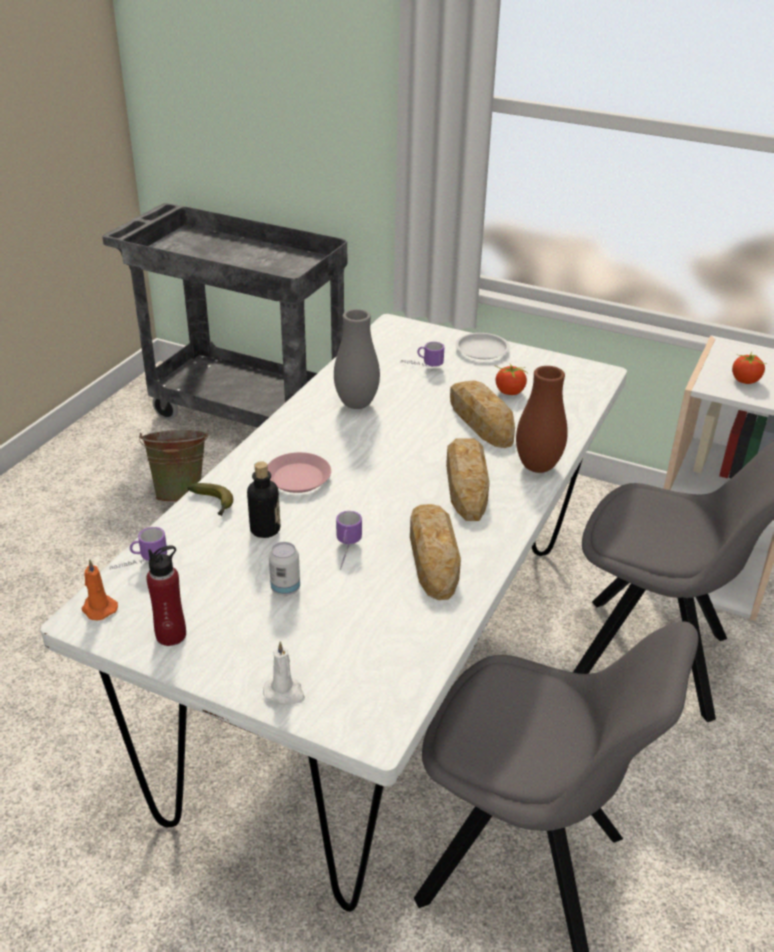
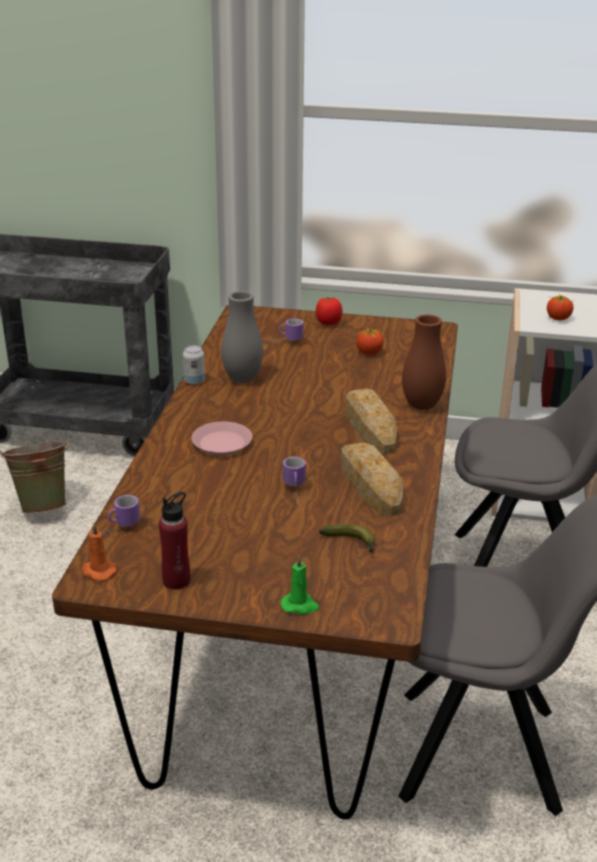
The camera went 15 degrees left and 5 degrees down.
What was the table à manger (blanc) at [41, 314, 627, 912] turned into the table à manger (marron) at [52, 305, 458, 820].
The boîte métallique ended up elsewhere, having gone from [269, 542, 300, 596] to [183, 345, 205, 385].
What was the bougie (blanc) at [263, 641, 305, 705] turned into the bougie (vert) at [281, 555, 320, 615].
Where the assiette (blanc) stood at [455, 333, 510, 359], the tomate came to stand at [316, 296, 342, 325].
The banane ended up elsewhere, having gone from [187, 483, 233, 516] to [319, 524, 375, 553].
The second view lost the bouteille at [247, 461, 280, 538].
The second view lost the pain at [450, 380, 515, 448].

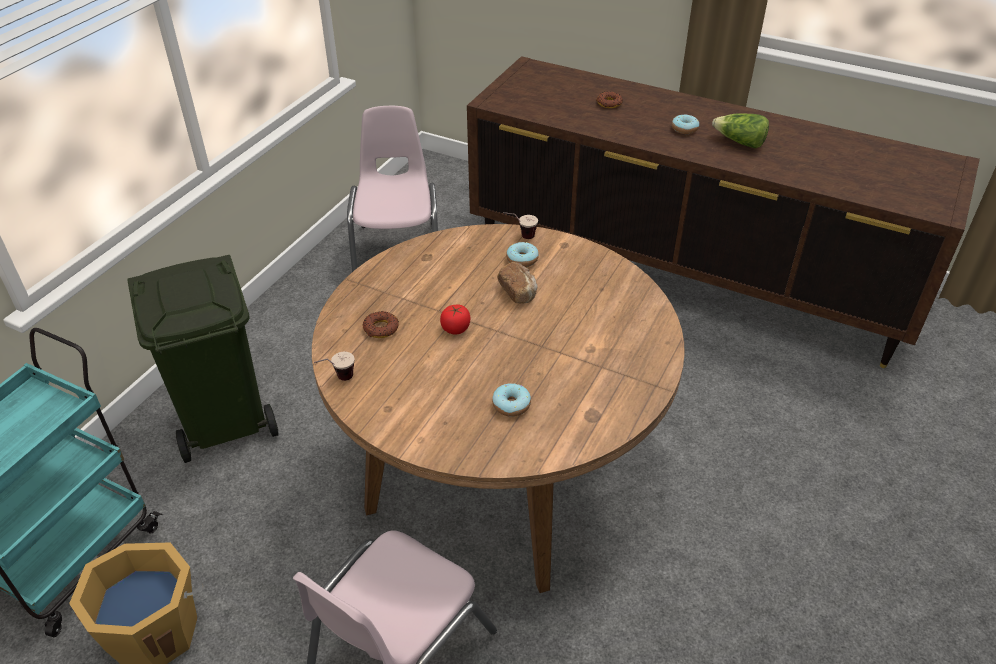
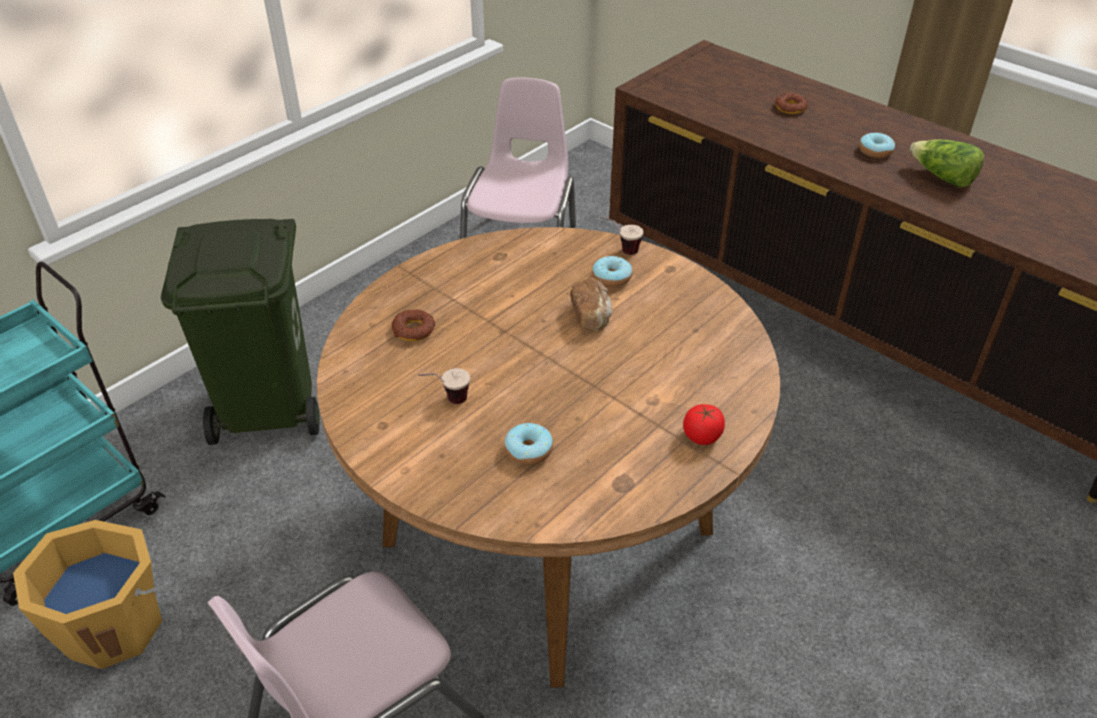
The camera went 15 degrees right and 0 degrees up.
The tasse ended up elsewhere, having gone from [314, 352, 355, 381] to [418, 368, 470, 404].
The tomate ended up elsewhere, having gone from [440, 305, 471, 335] to [683, 404, 725, 445].

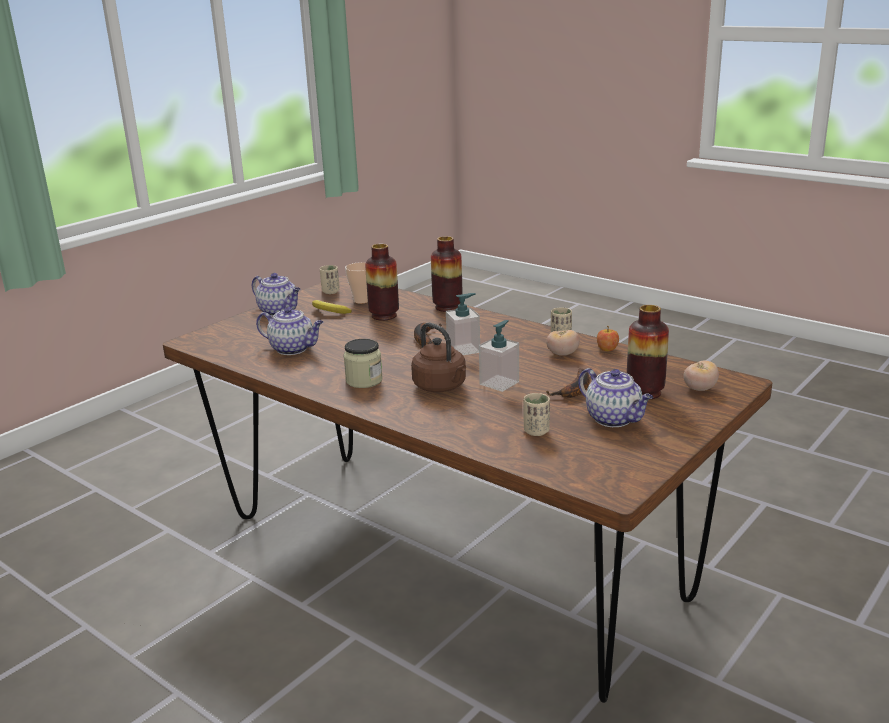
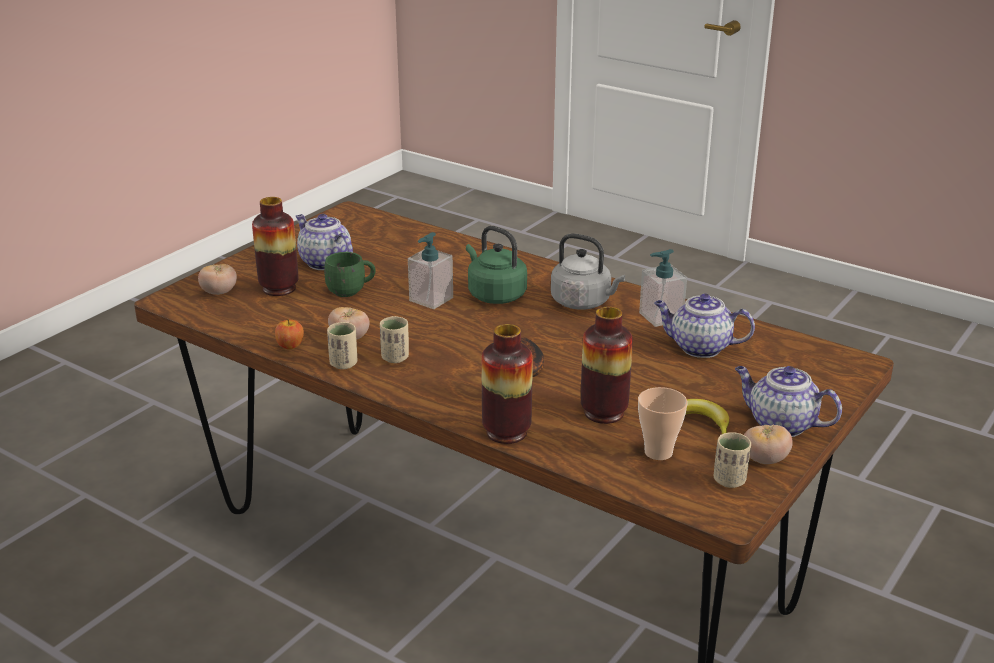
The camera went 175 degrees right and 5 degrees up.
Where the banane stood at [546, 368, 590, 398], the mug (vert) came to stand at [324, 252, 375, 297].
The tasse (beige) ended up elsewhere, having gone from [523, 393, 550, 436] to [380, 316, 409, 363].
What was the bouilloire (marron) at [411, 322, 466, 392] turned into the bouilloire (vert) at [466, 226, 527, 304].
Where the bocal stood at [343, 339, 383, 388], the bouilloire (gris) came to stand at [551, 233, 625, 310].
The distributeur de savon ended up elsewhere, having gone from [446, 293, 480, 355] to [639, 249, 687, 327].
The second view gained the tomate at [744, 424, 793, 464].

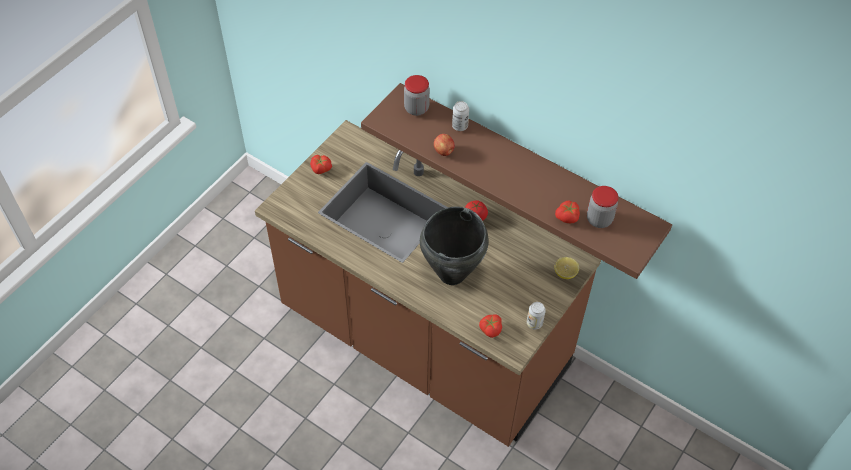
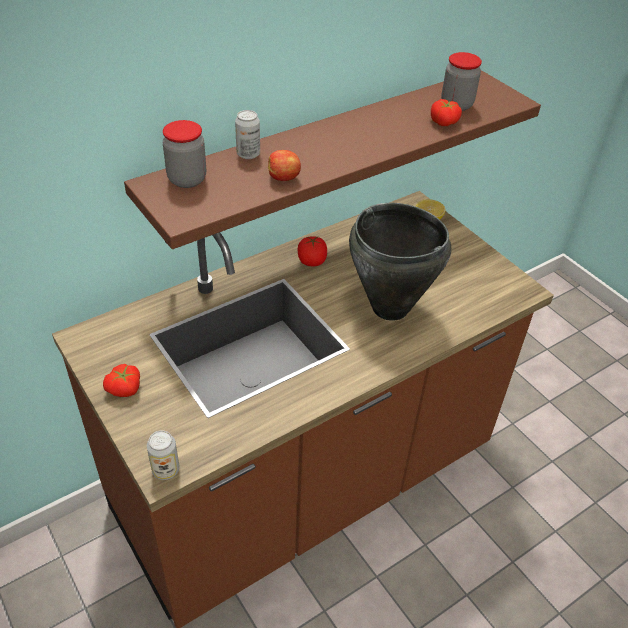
The camera went 70 degrees left and 10 degrees down.
The boîte métallique ended up elsewhere, having gone from [527, 302, 546, 330] to [147, 431, 180, 480].
The second view lost the tomate at [479, 314, 502, 338].

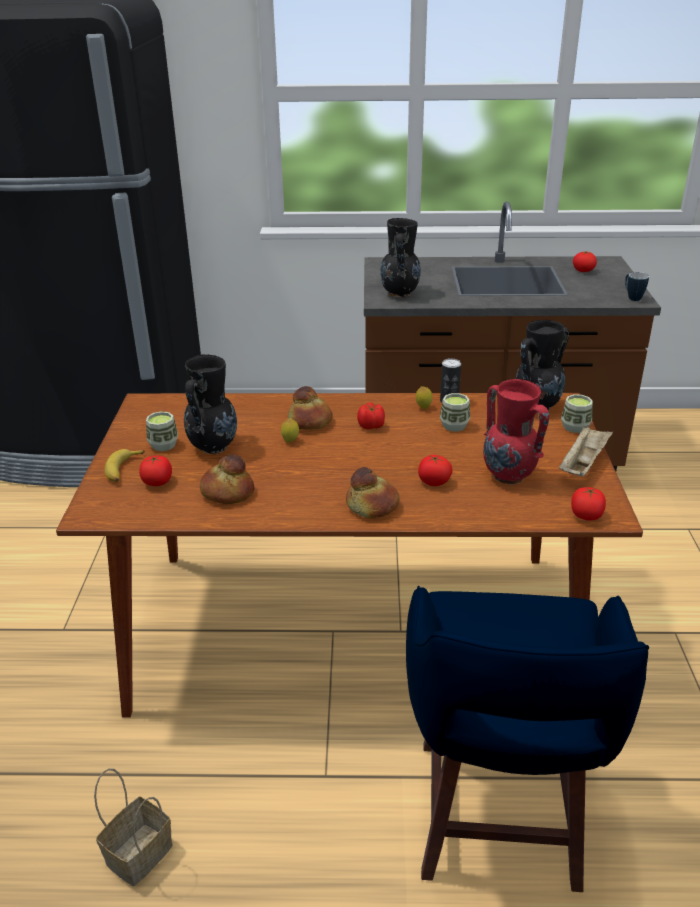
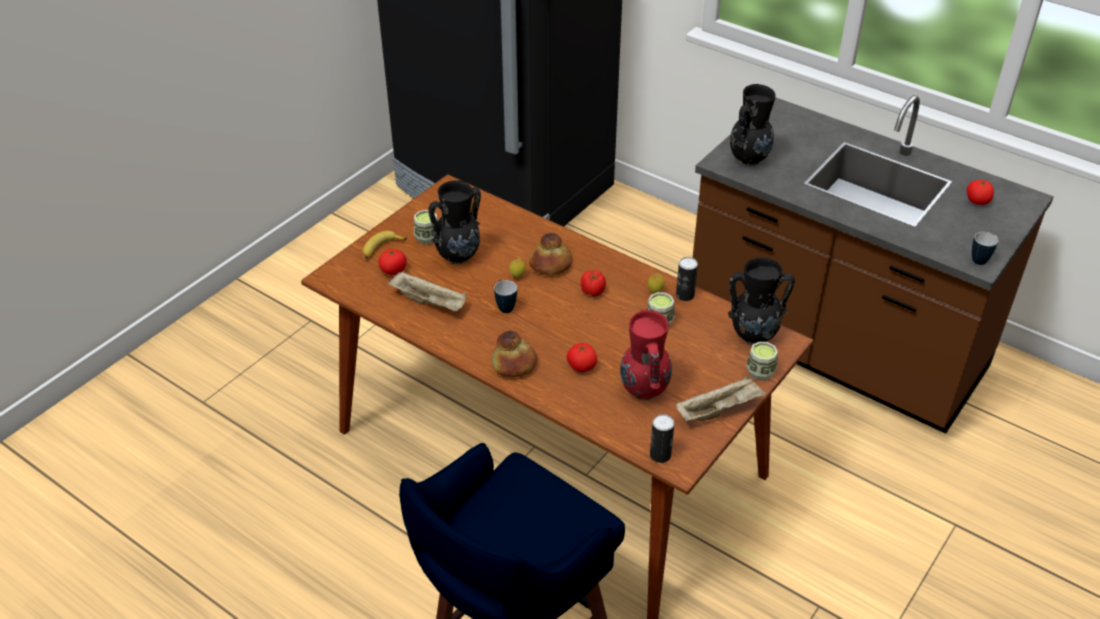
The camera went 35 degrees right and 10 degrees up.
Where the pain stood at [200, 455, 254, 504], the plateau (beige) came to stand at [388, 271, 467, 312].
The second view gained the mug at [494, 280, 517, 313].
Where the tomate stood at [571, 487, 606, 521], the boîte métallique came to stand at [650, 414, 675, 463].
The second view lost the panier at [94, 769, 173, 886].

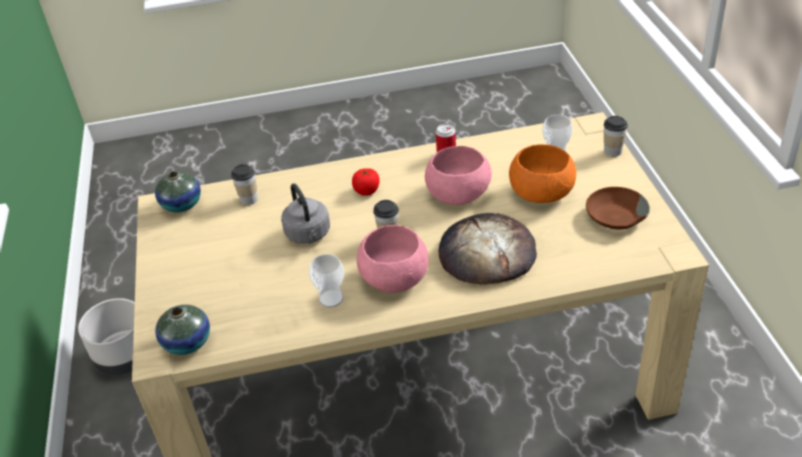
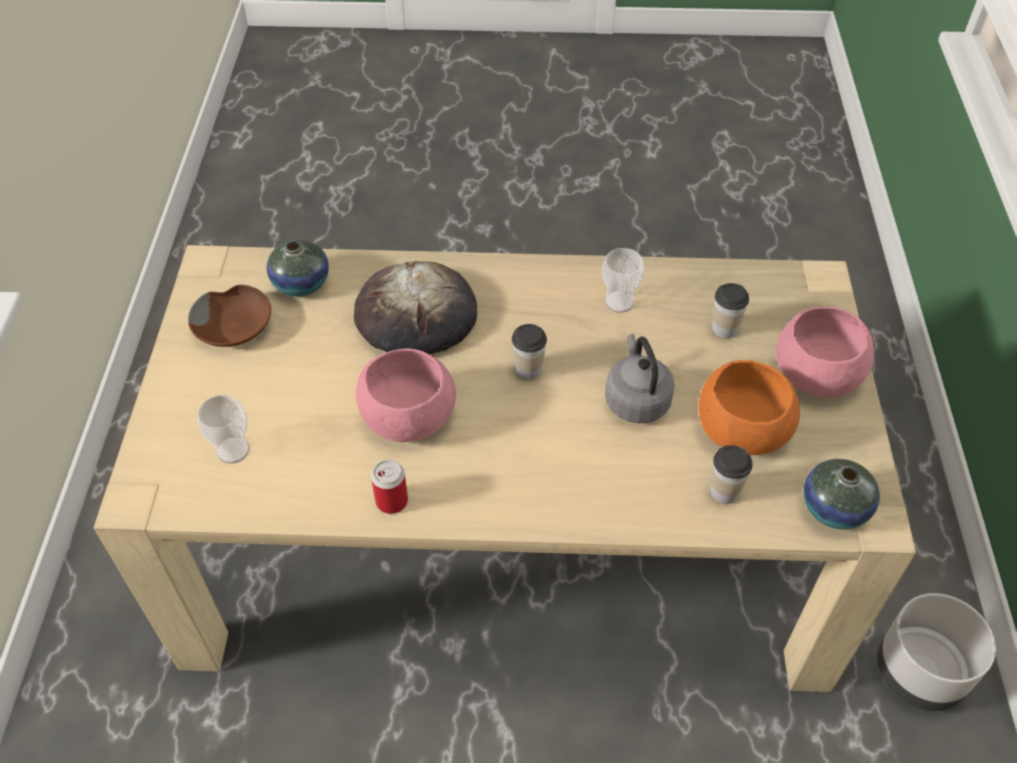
The camera went 170 degrees left and 10 degrees up.
The vase ended up elsewhere, having gone from [155, 305, 210, 355] to [267, 239, 329, 297].
The bol (orange) ended up elsewhere, having gone from [509, 144, 576, 203] to [699, 360, 800, 455].
The tasse ended up elsewhere, having gone from [604, 116, 628, 156] to [712, 283, 749, 339].
The bol (rose) ended up elsewhere, having gone from [357, 225, 429, 293] to [776, 307, 874, 397].
The second view lost the tomate at [352, 168, 379, 195].

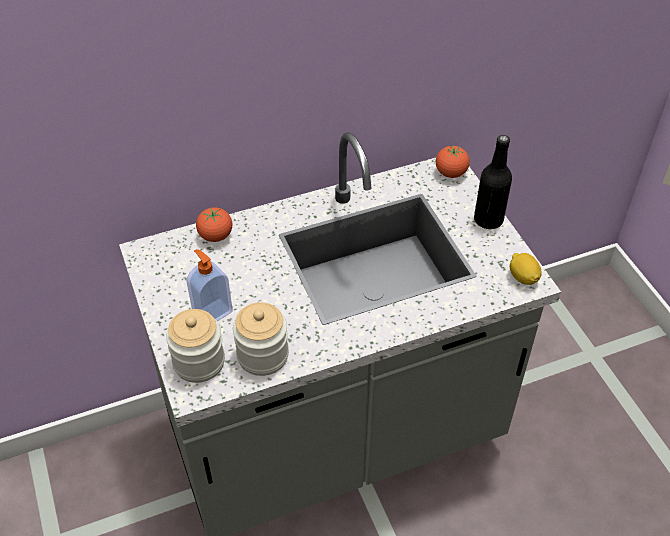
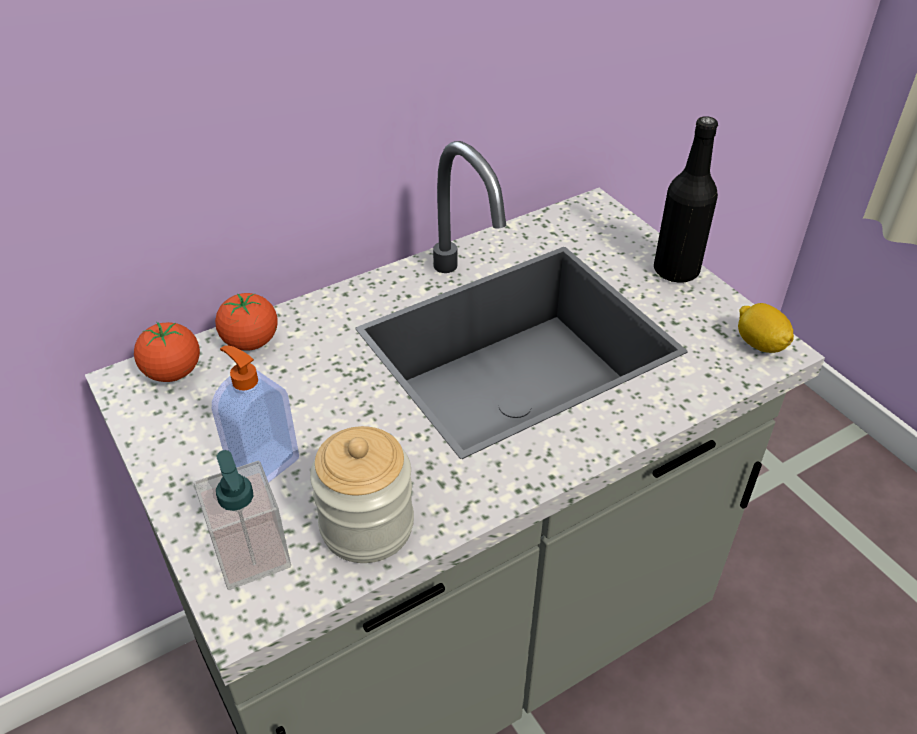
The camera went 10 degrees left and 5 degrees down.
The tomate ended up elsewhere, having gone from [436, 145, 470, 178] to [134, 322, 200, 382].
Where the bocal stood at [166, 309, 225, 383], the distributeur de savon came to stand at [194, 450, 291, 590].

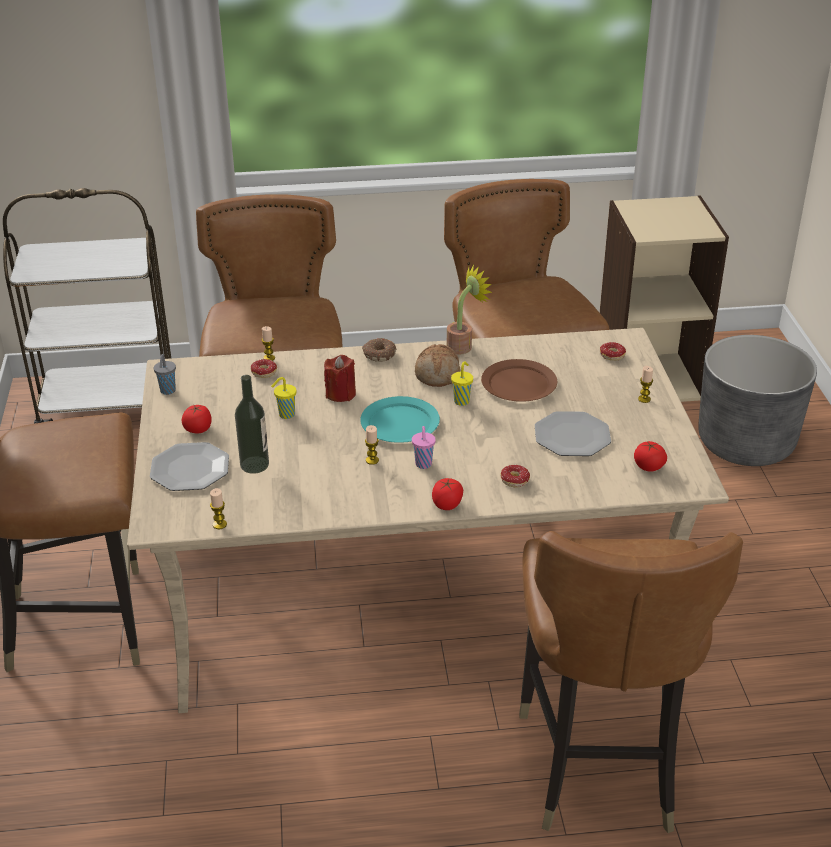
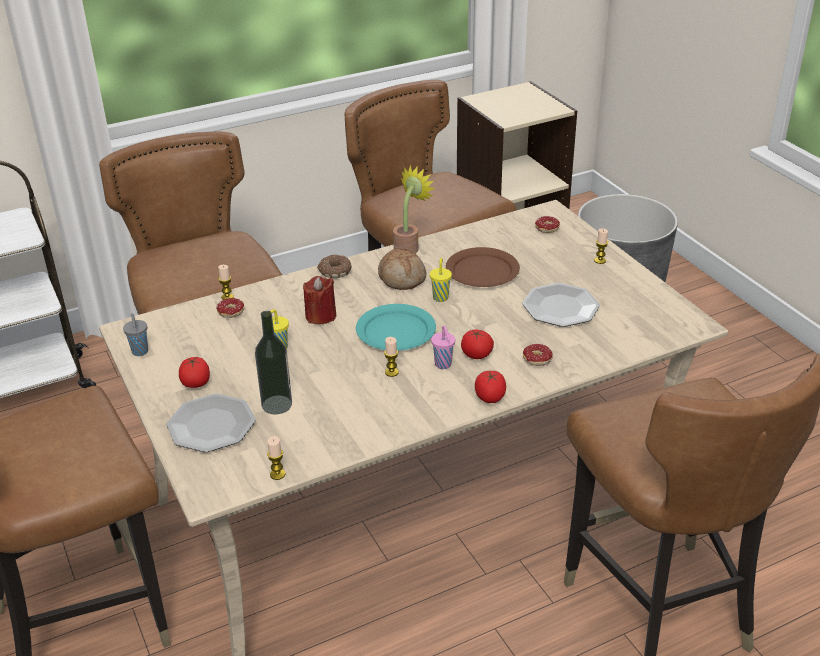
The camera went 20 degrees left and 0 degrees up.
The tomate ended up elsewhere, having gone from [634, 441, 667, 472] to [461, 329, 494, 359].

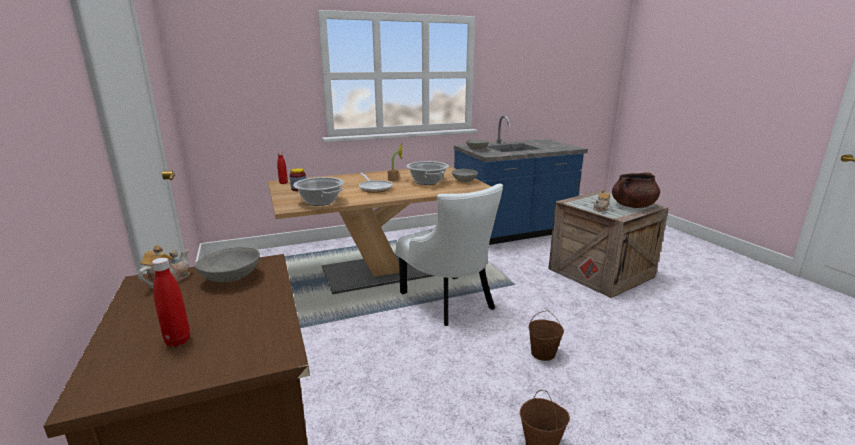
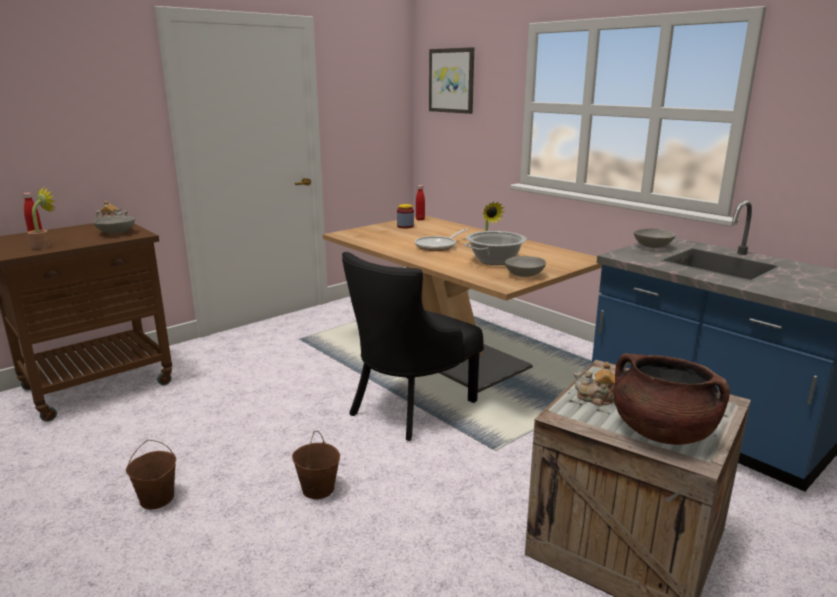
The camera went 70 degrees right and 0 degrees up.
The second view gained the plante en pot at [27, 187, 55, 249].
What was the chaise (blanc) at [396, 184, 503, 326] turned into the chaise (noir) at [342, 252, 484, 441].
The second view gained the tableau at [429, 47, 474, 114].
The second view lost the marmite at [293, 177, 344, 206].

